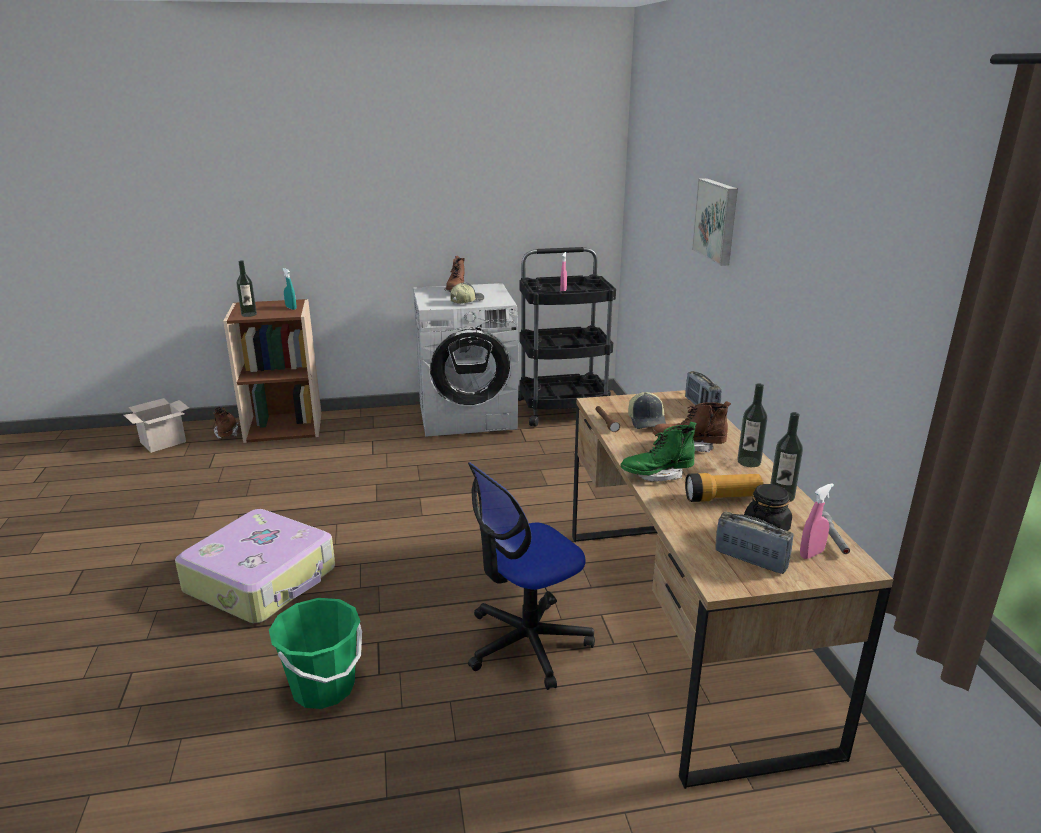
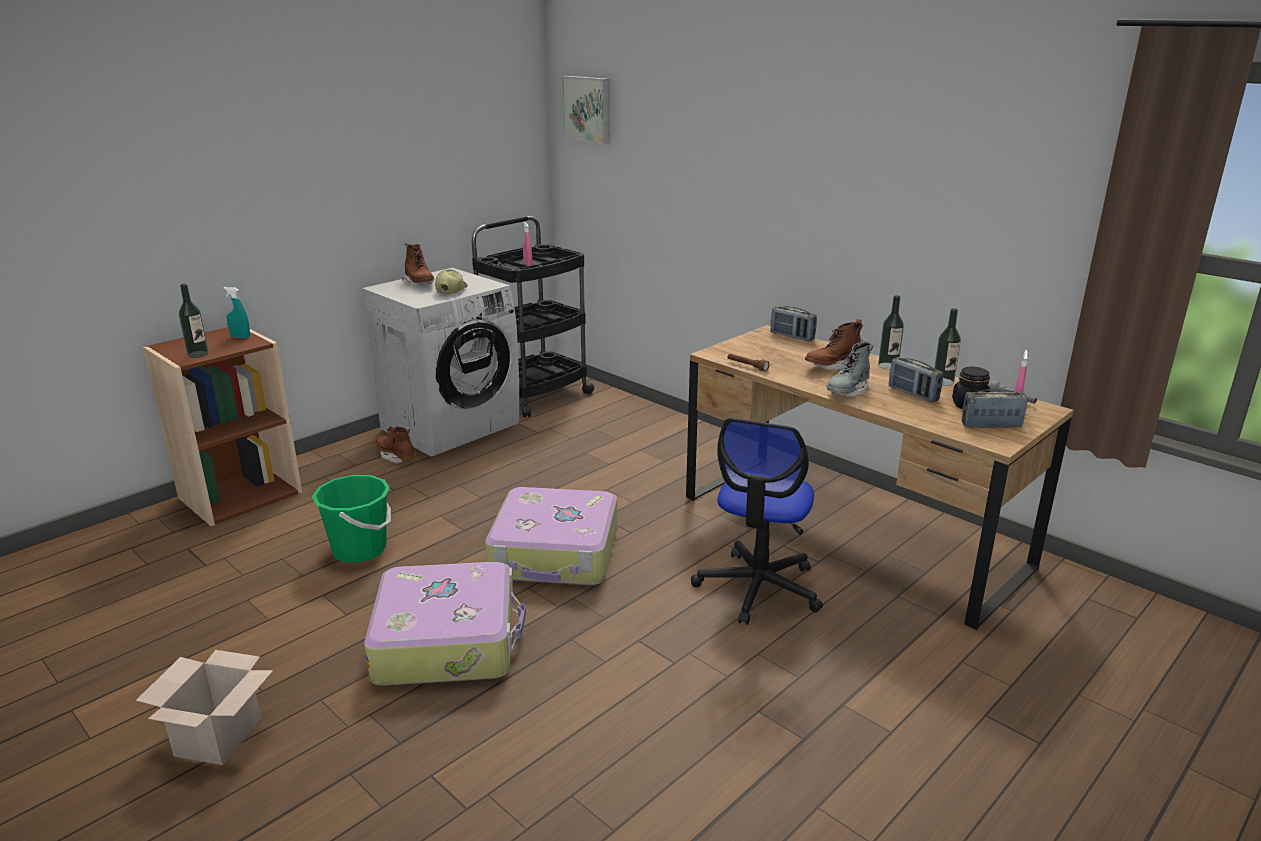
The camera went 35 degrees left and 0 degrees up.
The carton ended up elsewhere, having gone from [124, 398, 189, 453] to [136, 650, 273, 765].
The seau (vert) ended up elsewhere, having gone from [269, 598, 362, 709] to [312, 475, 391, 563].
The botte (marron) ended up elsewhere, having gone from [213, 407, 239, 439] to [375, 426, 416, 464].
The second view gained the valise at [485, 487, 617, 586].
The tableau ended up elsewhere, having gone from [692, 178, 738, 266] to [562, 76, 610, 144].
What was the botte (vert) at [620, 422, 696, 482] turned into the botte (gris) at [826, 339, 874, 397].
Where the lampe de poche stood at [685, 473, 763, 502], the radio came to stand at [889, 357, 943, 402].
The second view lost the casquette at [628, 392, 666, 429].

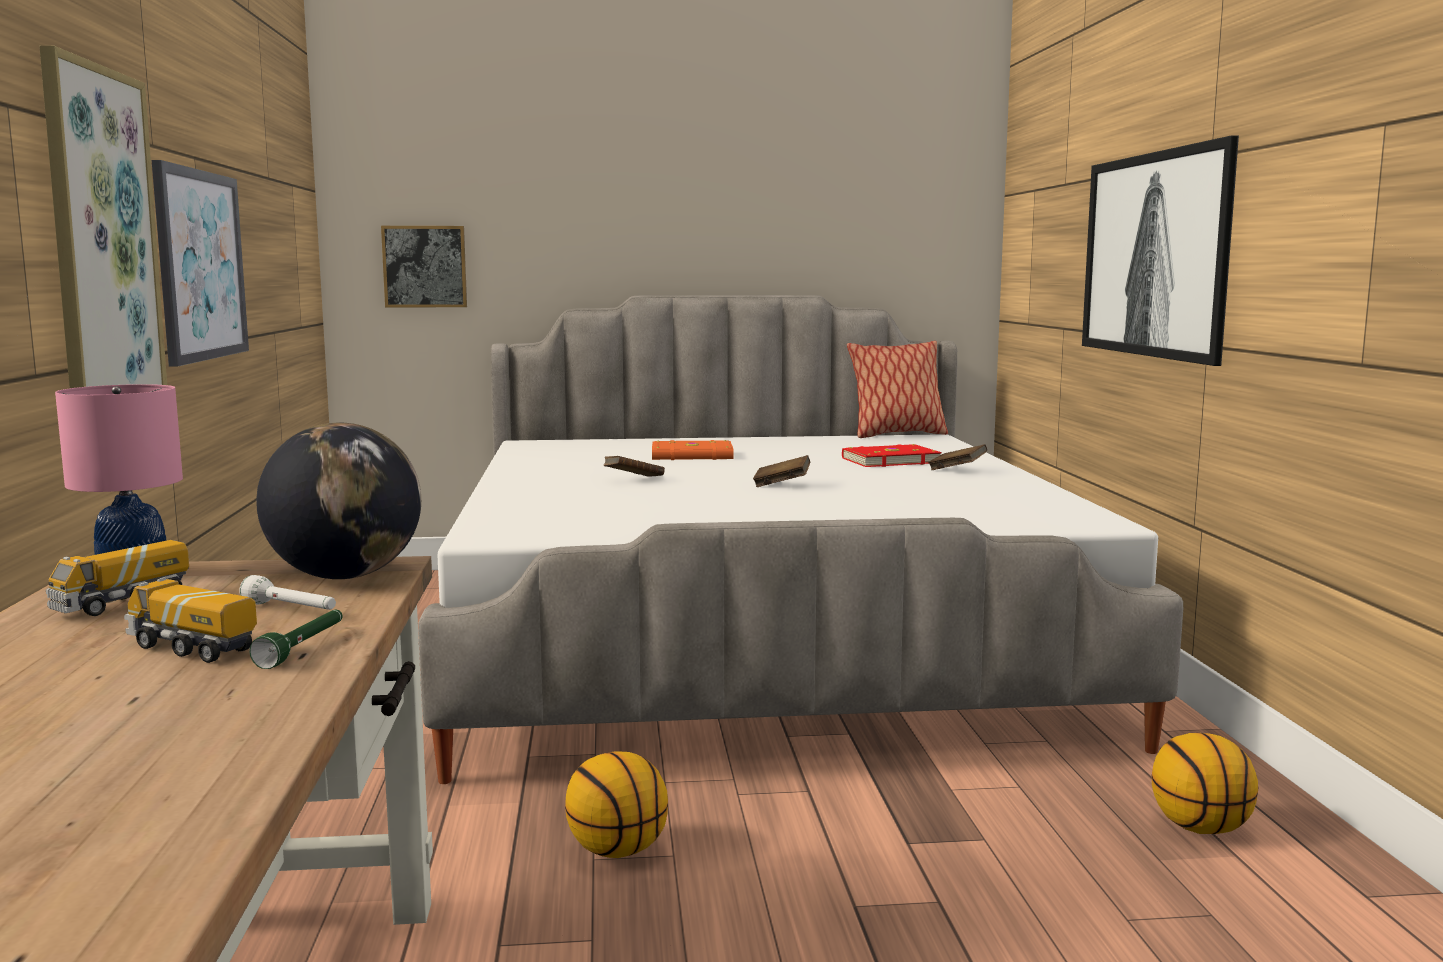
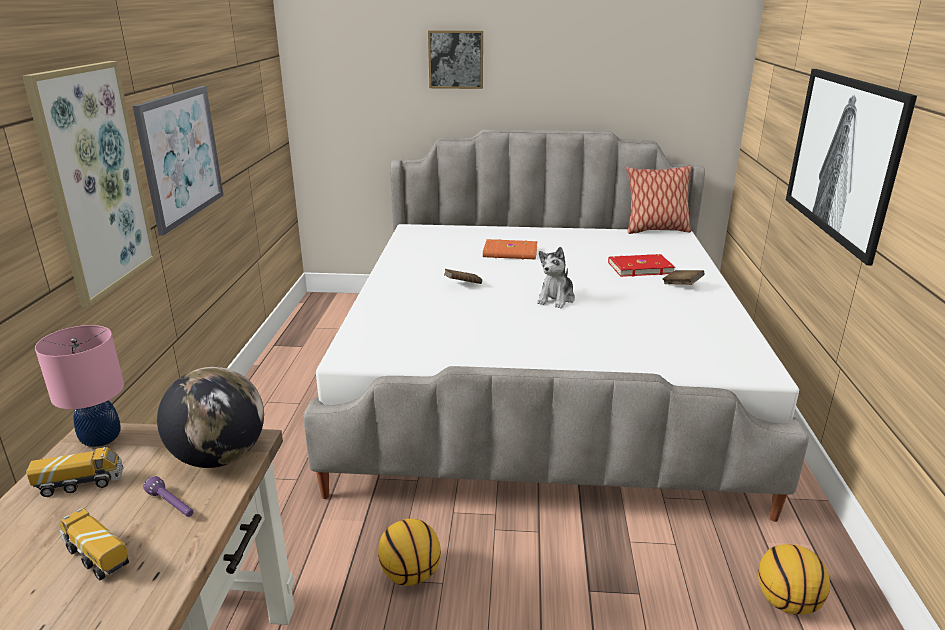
The camera went 10 degrees right and 15 degrees up.
The camion jouet at [46, 540, 189, 616] ended up facing another way, 150 degrees counterclockwise from before.
What was the lampe de poche (blanc) at [239, 575, 336, 610] turned into the lampe de poche (violet) at [144, 476, 193, 517].
The tableau ended up elsewhere, having gone from [381, 226, 467, 308] to [428, 30, 483, 89].
Where the livre (marron) stood at [753, 455, 810, 487], the peluche came to stand at [537, 247, 575, 308].
The second view lost the lampe de poche (vert) at [249, 610, 343, 669].

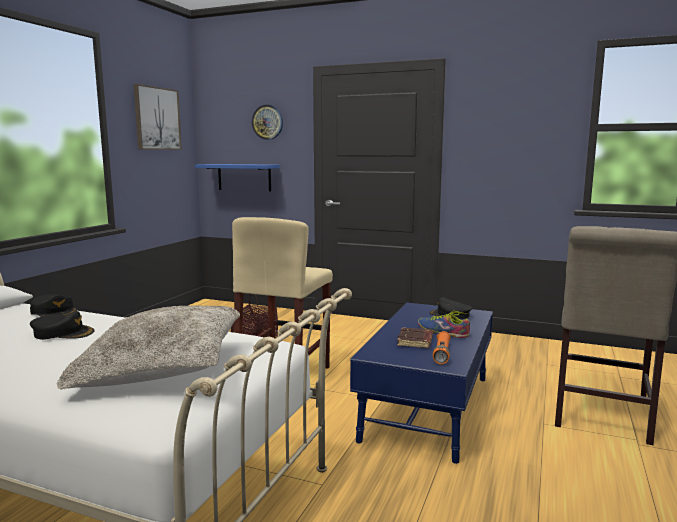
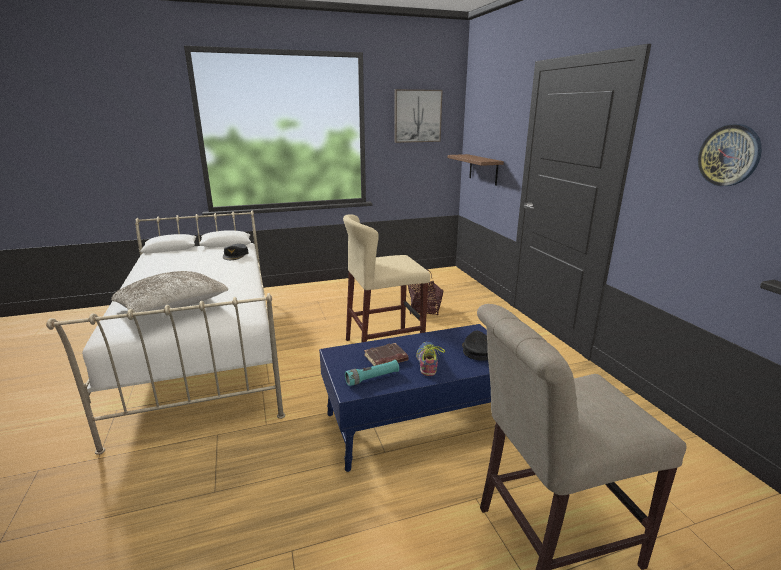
The camera went 50 degrees right and 10 degrees up.
What was the lampe de poche (orange) at [433, 331, 450, 364] turned into the lampe de poche (turquoise) at [345, 360, 399, 386].
What was the étagère (bleu) at [195, 164, 280, 192] turned into the étagère (marron) at [448, 154, 504, 186].
The horloge murale ended up elsewhere, having gone from [252, 104, 283, 140] to [698, 124, 762, 187].
The second view lost the casquette (noir) at [30, 311, 95, 340].

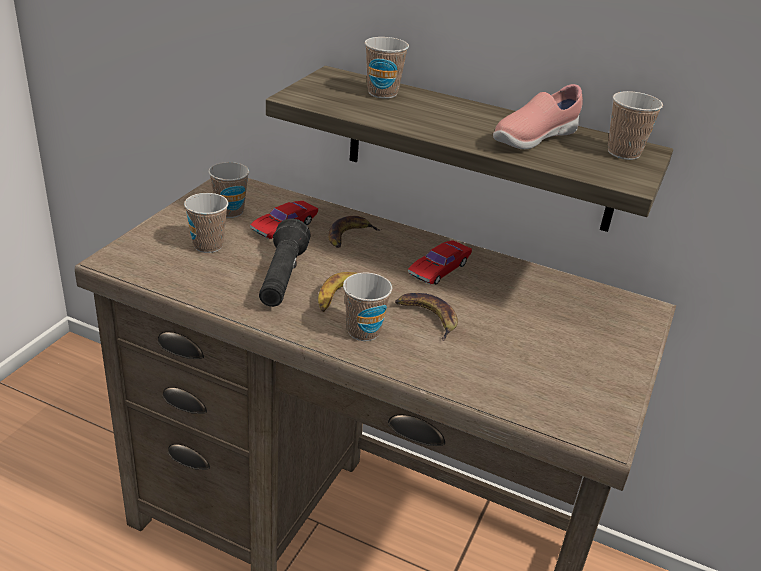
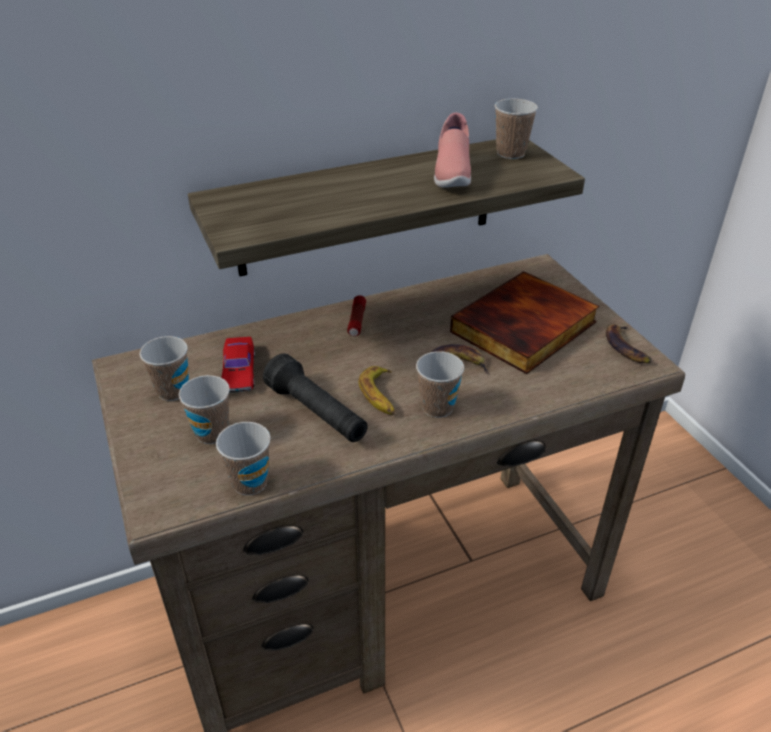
The camera went 45 degrees left and 5 degrees up.
The tasse ended up elsewhere, having gone from [365, 37, 409, 99] to [216, 422, 271, 495].
The second view gained the lampe de poche at [347, 295, 366, 336].
The second view gained the livre at [450, 271, 599, 374].
The banane ended up elsewhere, having gone from [328, 216, 382, 248] to [606, 324, 652, 363].
The second view lost the petite voiture (rouge) at [408, 240, 472, 284].

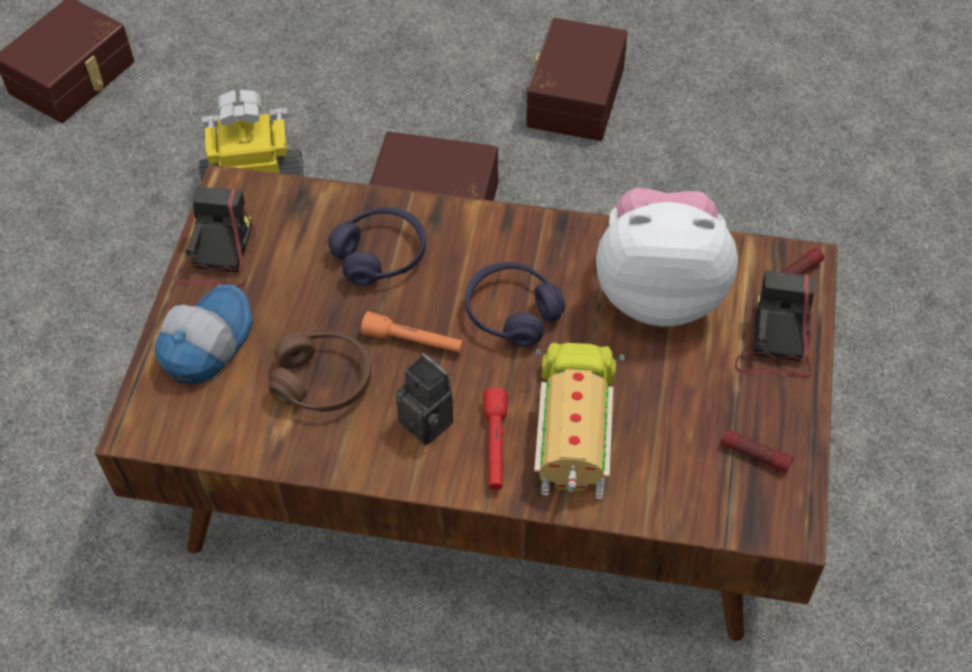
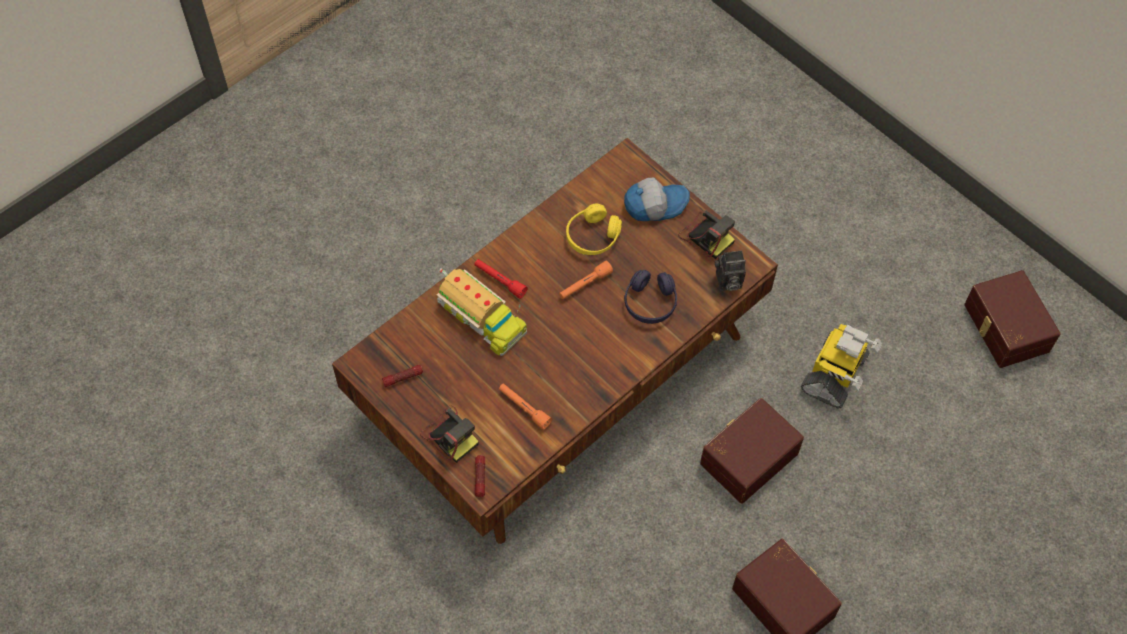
The camera went 125 degrees right and 5 degrees up.
Where the peluche stood at [596, 188, 738, 327], the lampe de poche (orange) came to stand at [499, 384, 552, 430].
What was the casque audio (marron) at [268, 332, 371, 412] turned into the casque audio (jaune) at [566, 204, 622, 255].
The casquette at [154, 284, 253, 384] ended up facing another way, 75 degrees counterclockwise from before.
The appareil photo ended up elsewhere, having gone from [396, 353, 454, 445] to [715, 250, 746, 291].
The second view lost the casque audio (violet) at [465, 262, 565, 347].

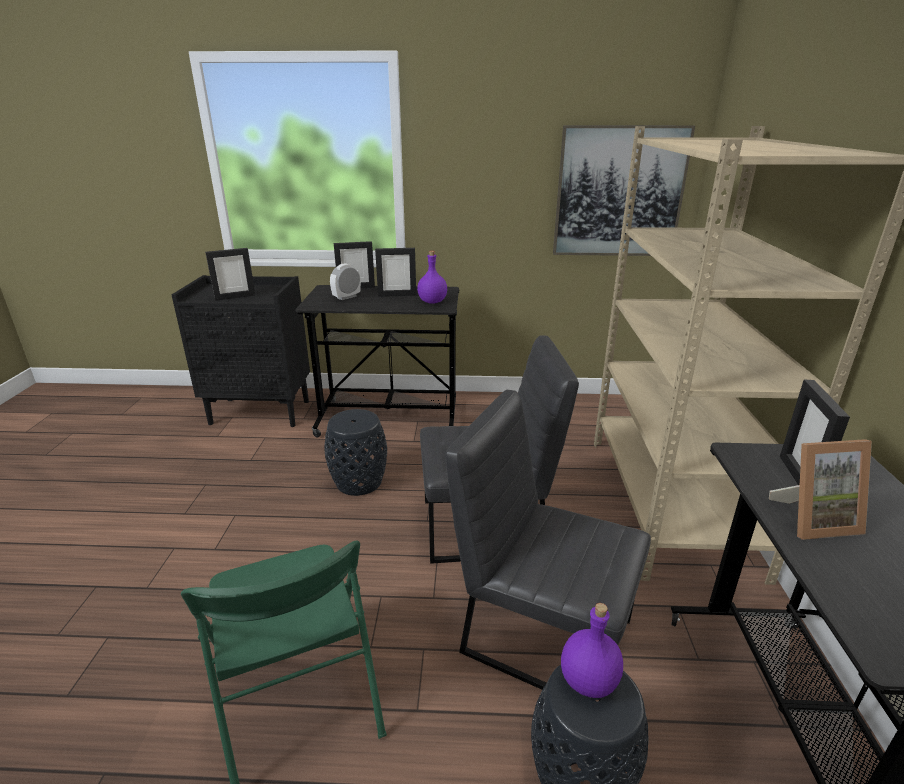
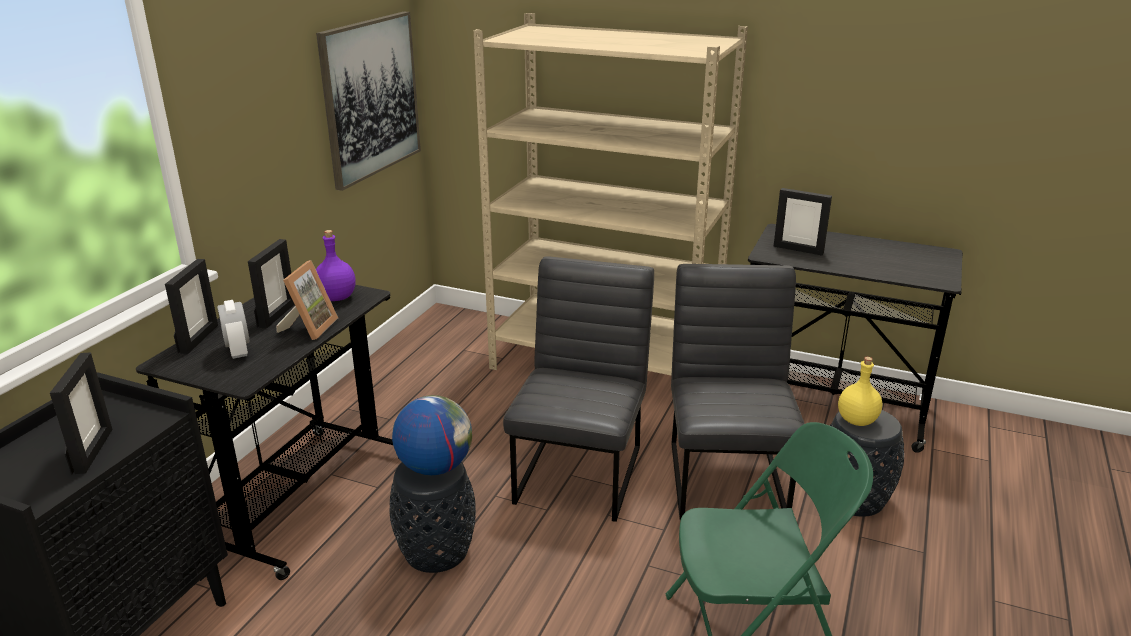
The camera went 70 degrees left and 0 degrees up.
The cadre photo ended up elsewhere, having gone from [769, 439, 872, 540] to [276, 260, 338, 340].
The second view gained the globe at [392, 395, 472, 475].
The chaise (gris) at [445, 390, 651, 701] ended up facing another way, 135 degrees clockwise from before.
What was the bouteille (violet) at [561, 603, 623, 698] turned into the bouteille (jaune) at [838, 357, 882, 426].

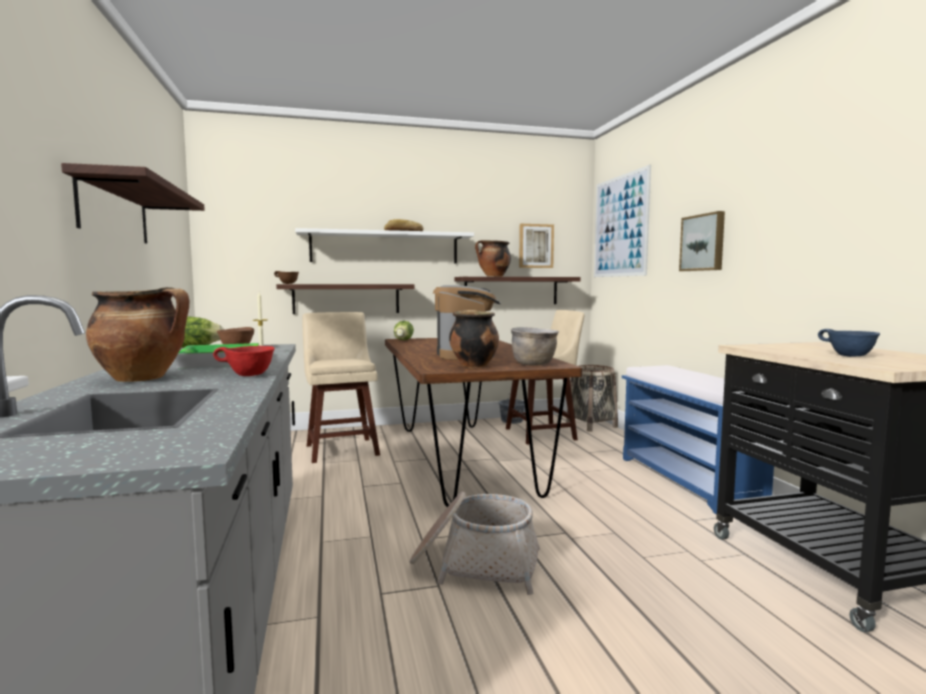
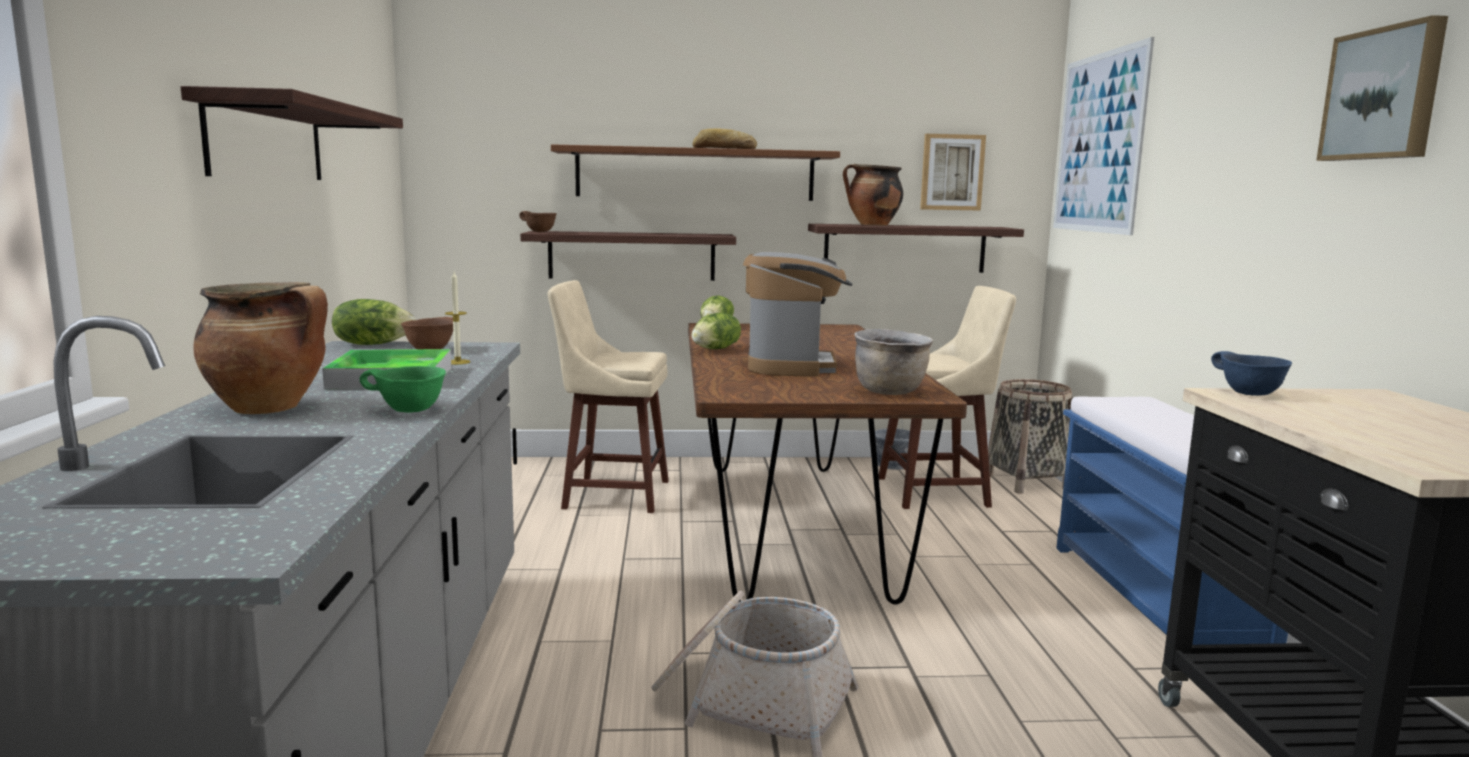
The camera went 10 degrees right and 5 degrees up.
What was the bol (rouge) at [213, 346, 275, 376] turned into the bol (vert) at [360, 366, 446, 413].
The chaise (beige) at [302, 312, 380, 463] ended up facing another way, 75 degrees counterclockwise from before.
What was the étagère (blanc) at [295, 228, 474, 263] turned into the étagère (marron) at [551, 144, 840, 201].
The second view gained the laitue at [691, 313, 741, 349].
The bol (bleu) ended up elsewhere, having gone from [818, 329, 880, 357] to [1211, 351, 1292, 396].
The tableau ended up elsewhere, having gone from [679, 211, 725, 271] to [1316, 15, 1448, 161].
The second view lost the marmite at [449, 310, 499, 368].

